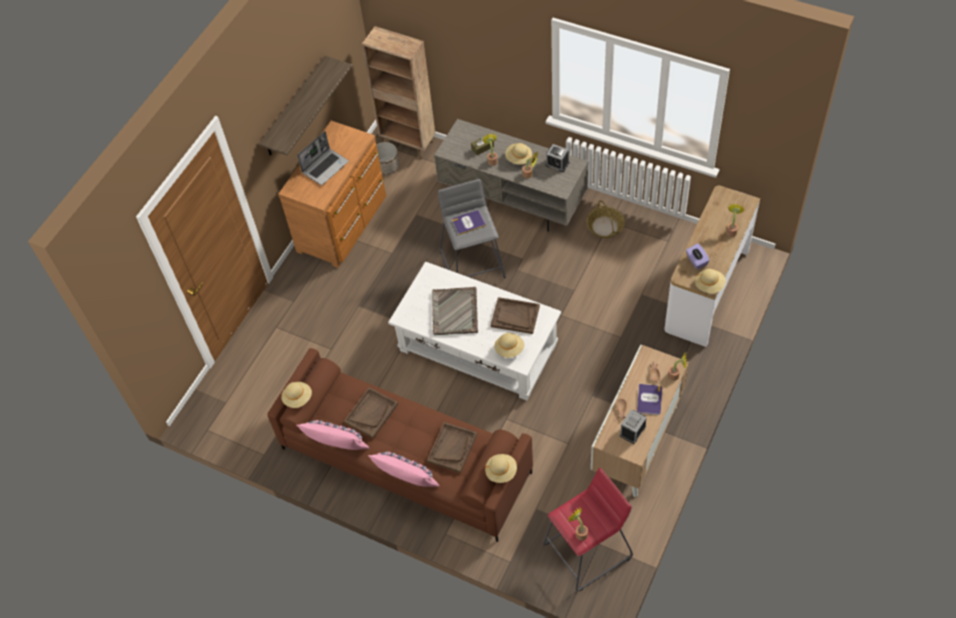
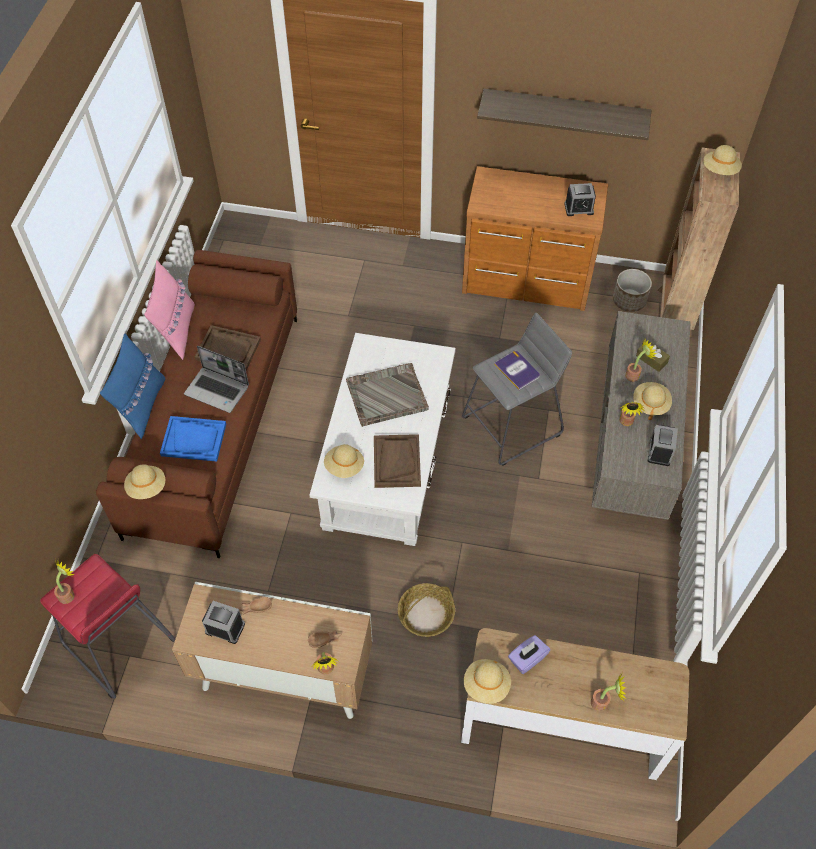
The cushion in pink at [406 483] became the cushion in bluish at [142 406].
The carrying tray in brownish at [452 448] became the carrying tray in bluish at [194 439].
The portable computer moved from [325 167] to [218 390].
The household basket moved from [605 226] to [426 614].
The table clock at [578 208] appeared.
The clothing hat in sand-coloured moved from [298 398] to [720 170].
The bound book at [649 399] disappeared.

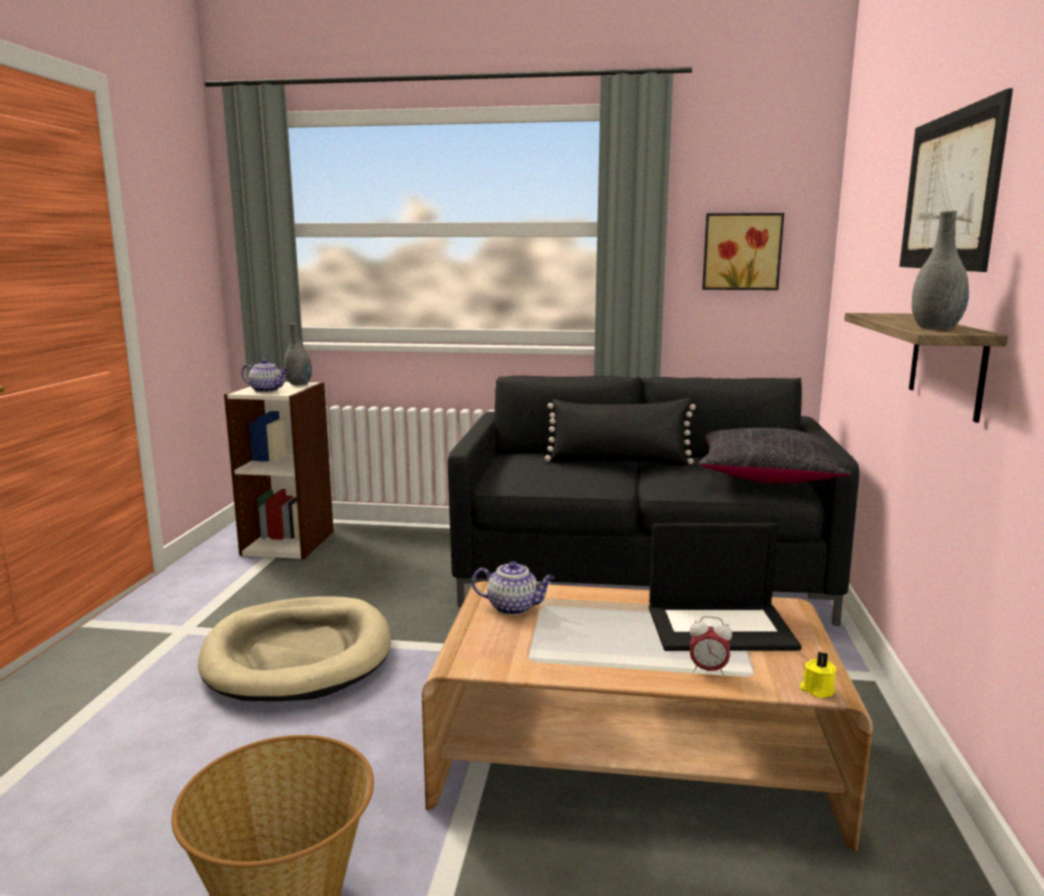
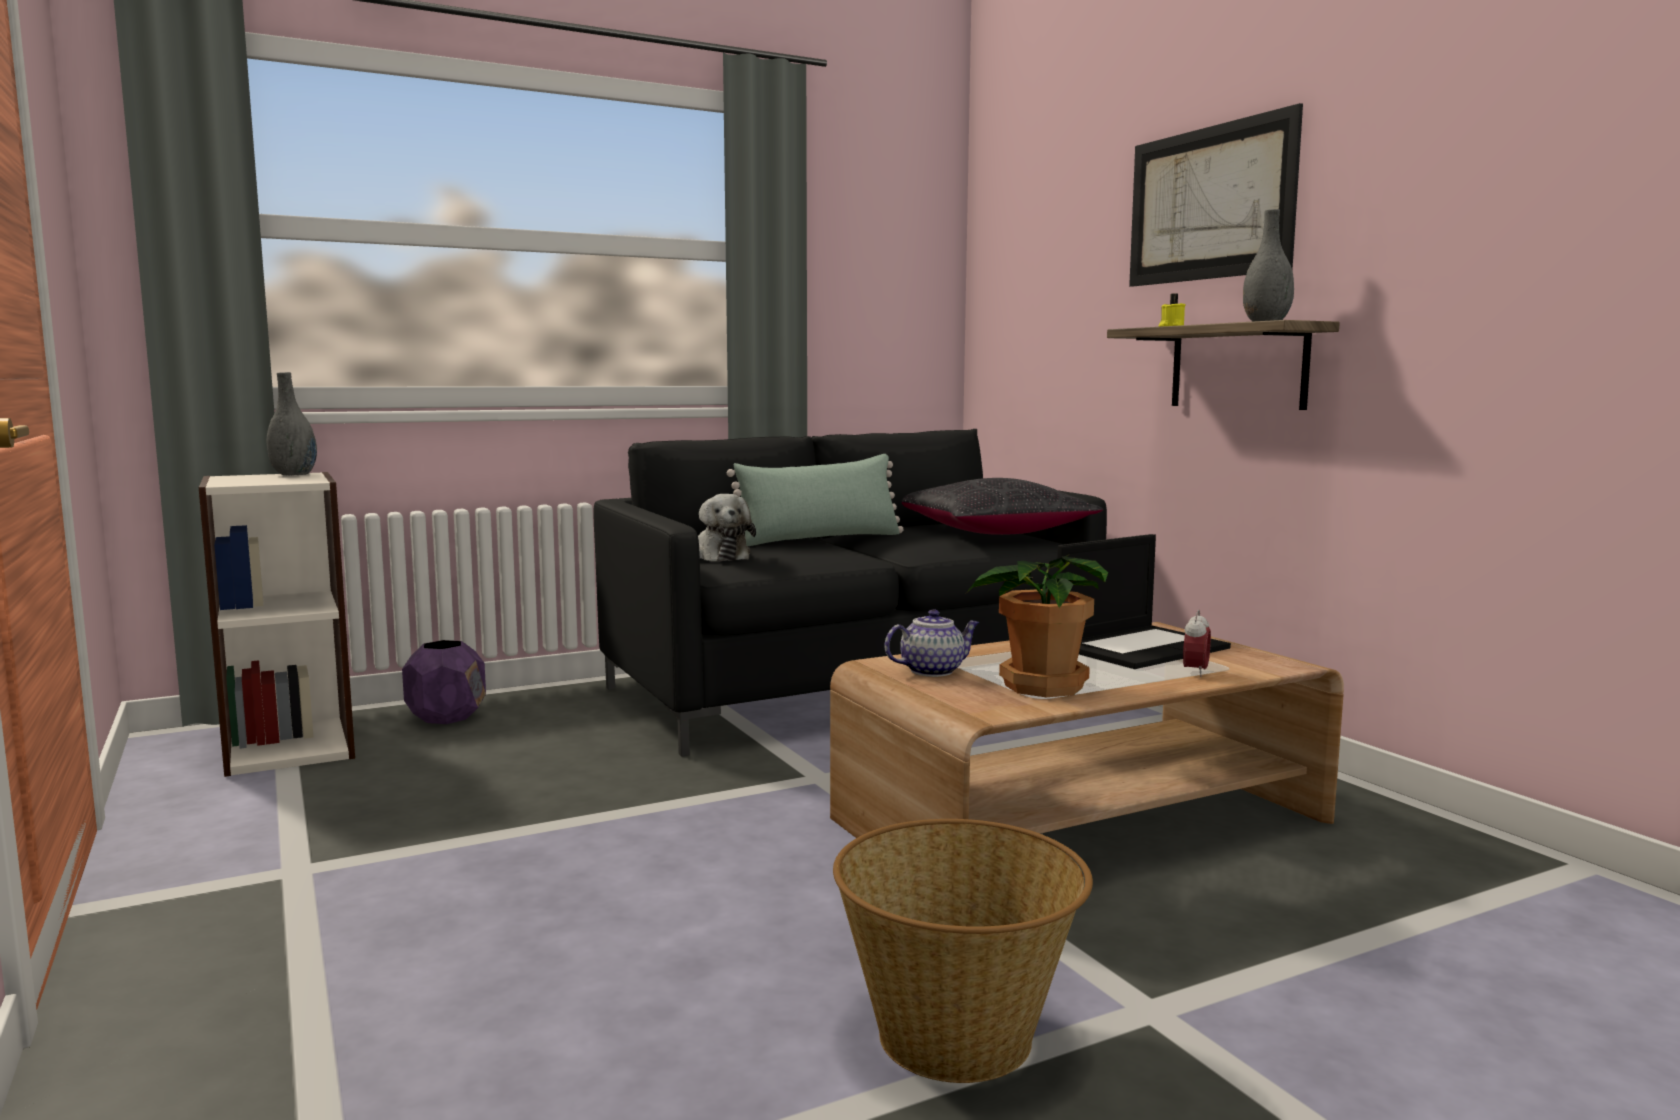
The flower pot in purplish at [447 718] appeared.
The plush toy at [720 556] appeared.
The cushion in black at [619 462] became the cushion in greenish at [820 539].
The houseplant at [1040 686] appeared.
The wax candle in yellowish moved from [816 690] to [1171 327].
The table clock at [708 670] turned 45 degrees counterclockwise.
The pet bed in sand-coloured at [298 655] disappeared.
The tea pot at [267 390] disappeared.
The picture at [741 251] disappeared.

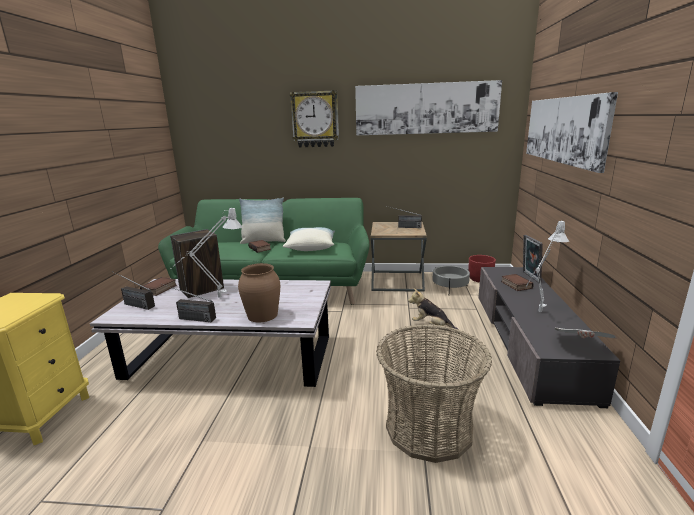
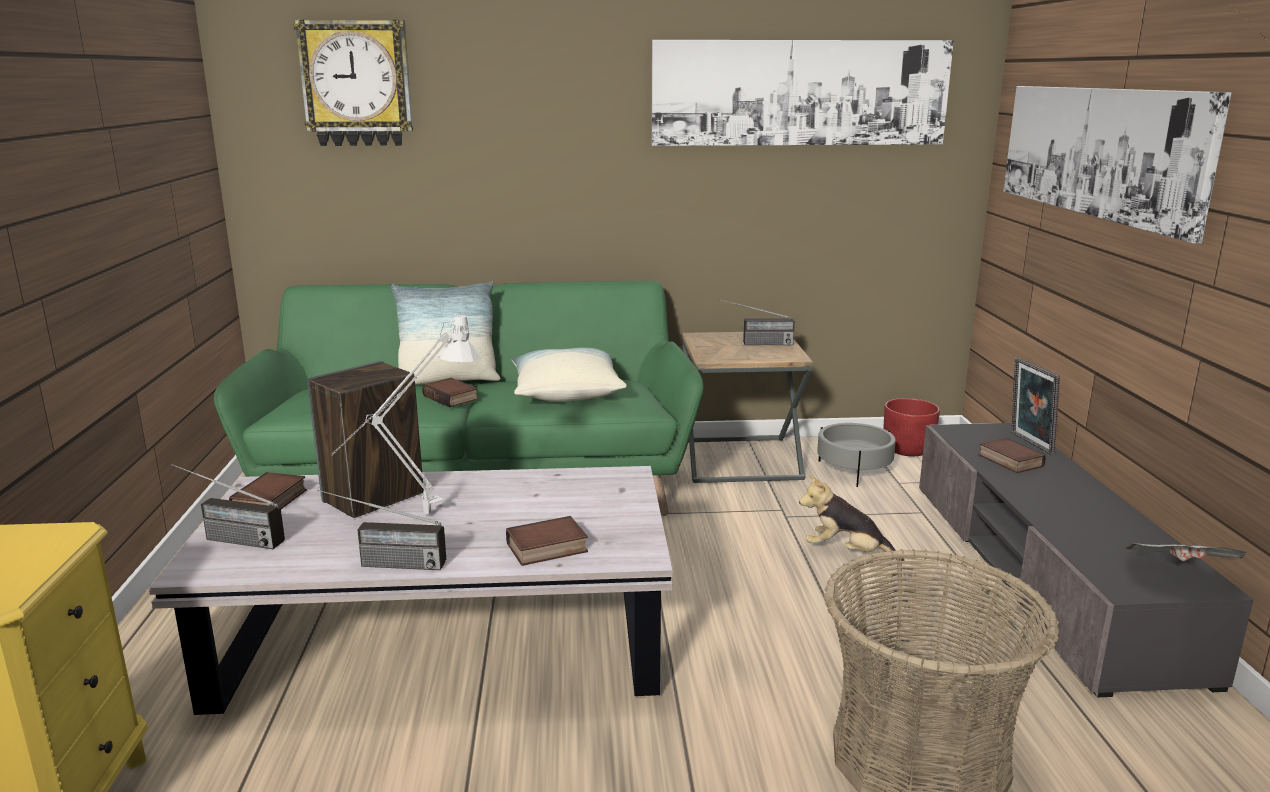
The clock on the wall moved from [315 119] to [357 84].
The vase in brownish at [262 315] was replaced by the bound book at [546 549].
The table lamp in gray at [538 314] disappeared.

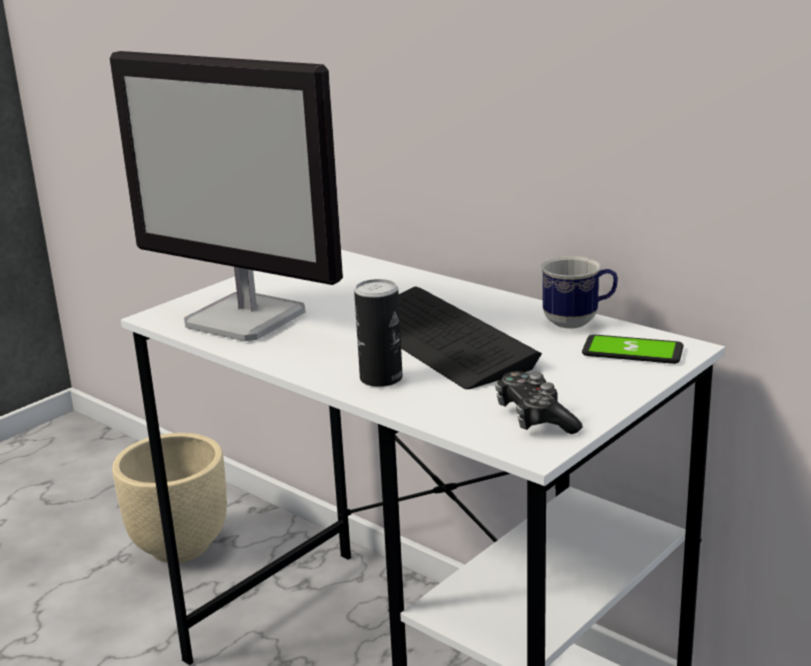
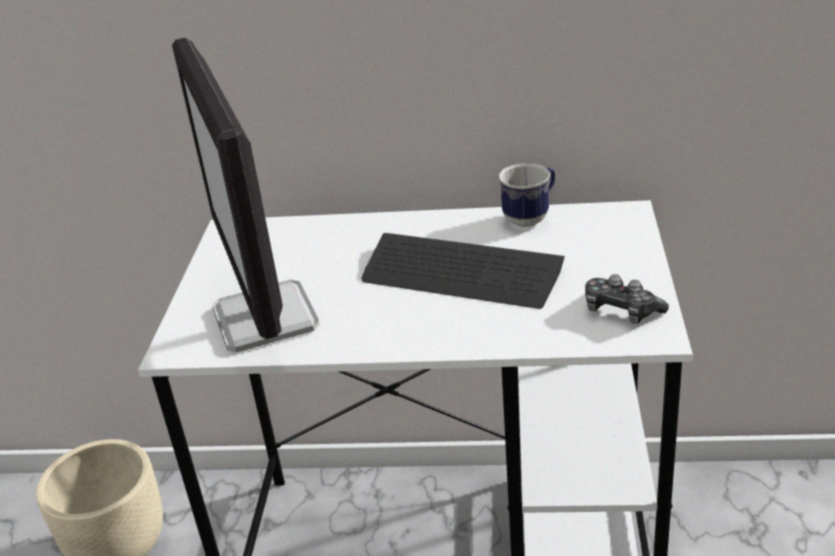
The monitor at [248 319] turned 75 degrees clockwise.
The can at [381 378] disappeared.
The handset at [632 351] disappeared.

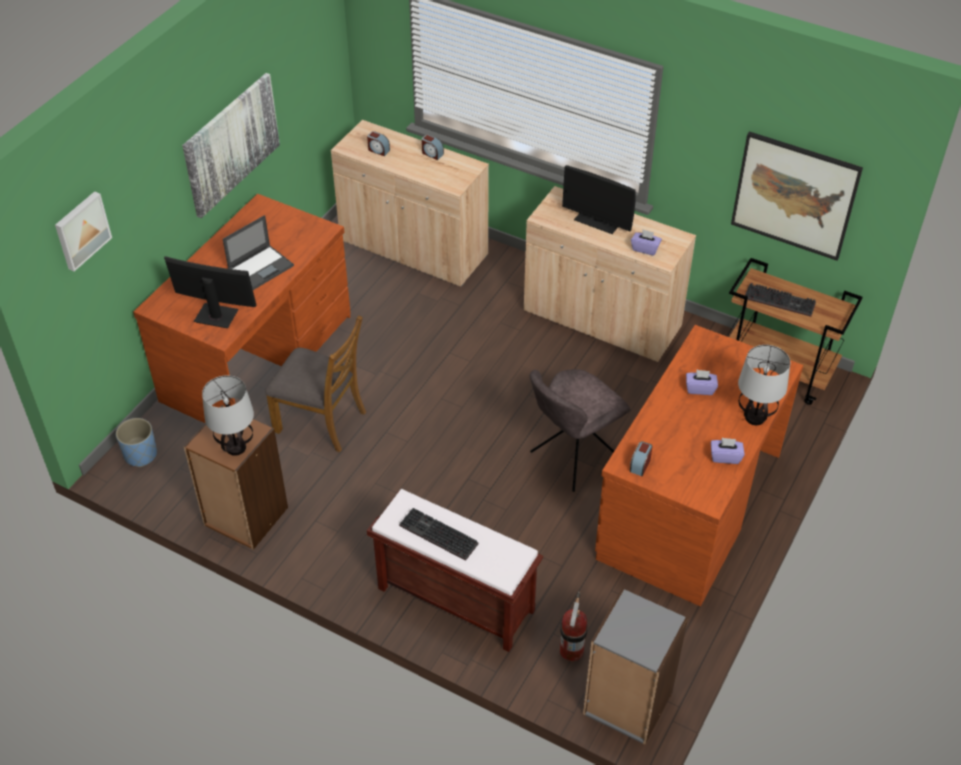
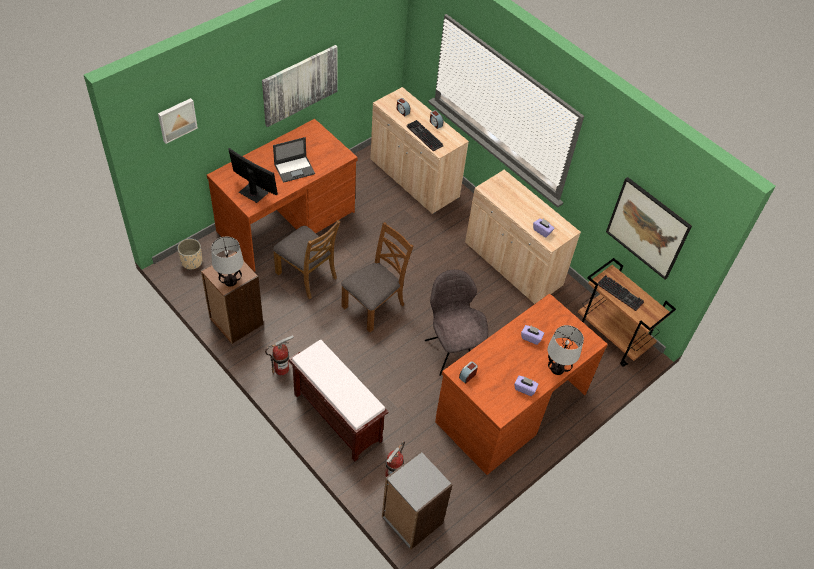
The flower pot in bluish at [140 455] became the flower pot in sand-coloured at [191 262].
The fire-fighting cylinder at [281 369] appeared.
The upright chair in brownish at [374 305] appeared.
The keyboard moved from [436 535] to [423 136].
The upright chair in gray at [573 457] turned 90 degrees clockwise.
The monitor at [597 221] disappeared.

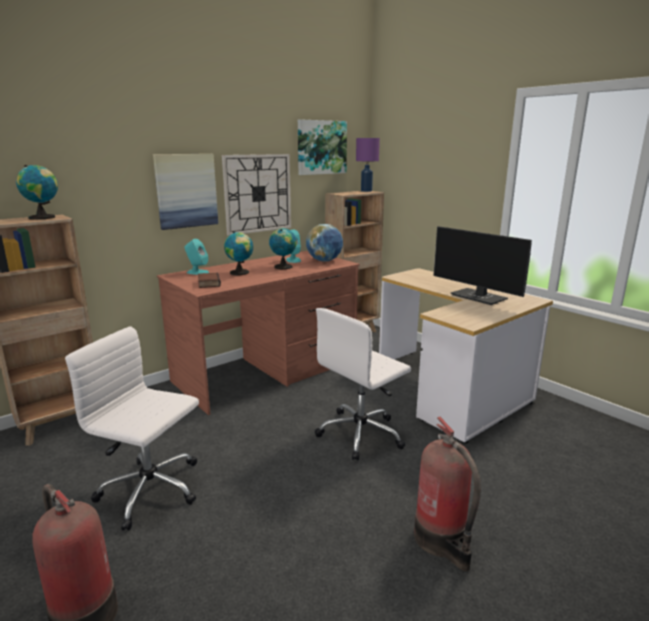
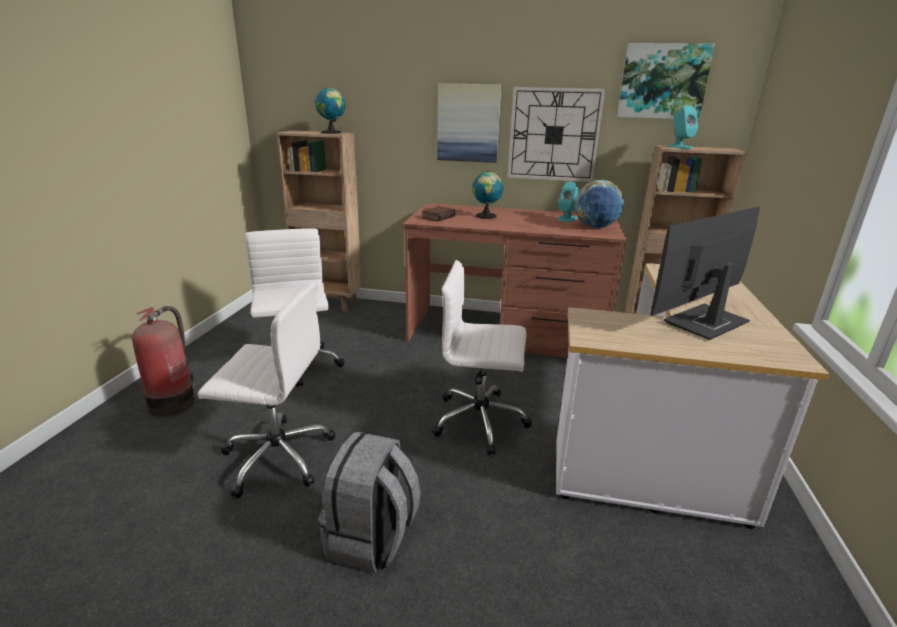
The desk chair in white at [276 456] appeared.
The fire-fighting cylinder at [442 540] was replaced by the backpack in gray at [372 539].
The monitor at [479 297] turned 45 degrees clockwise.
The speaker in blue-green moved from [197 272] to [679 147].
The desk globe at [283 266] disappeared.
The table lamp in purplish at [366 191] disappeared.

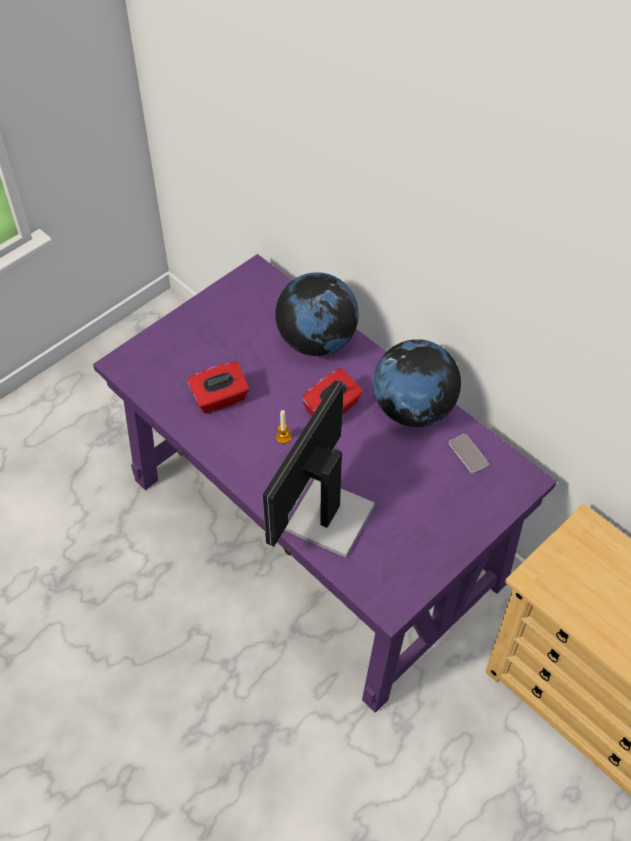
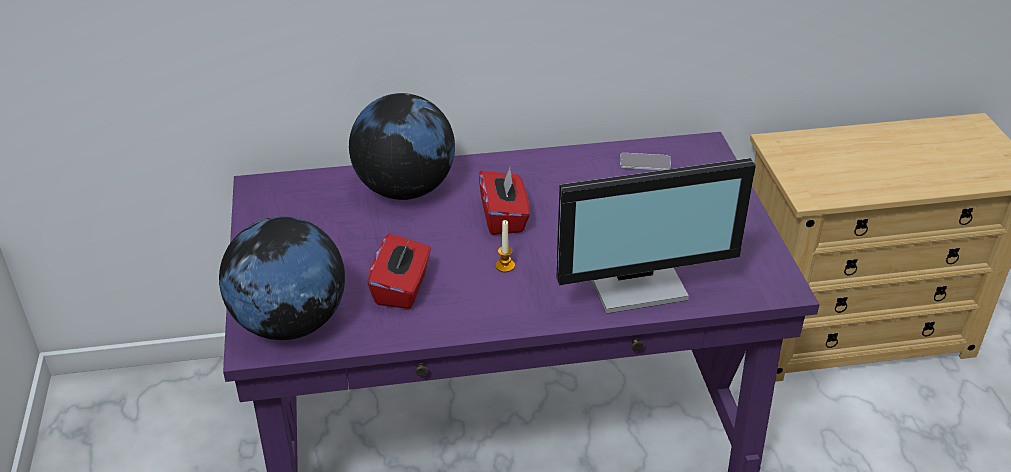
The desk globe moved from [413 409] to [290 323].
The monitor at [325 517] turned 75 degrees counterclockwise.

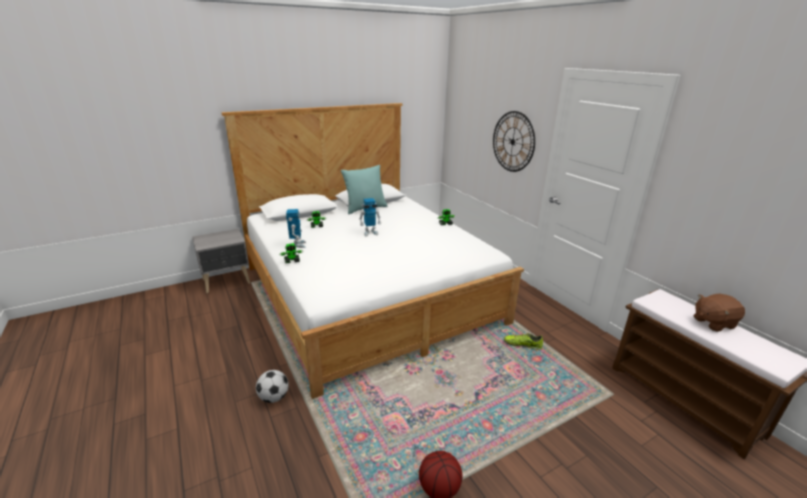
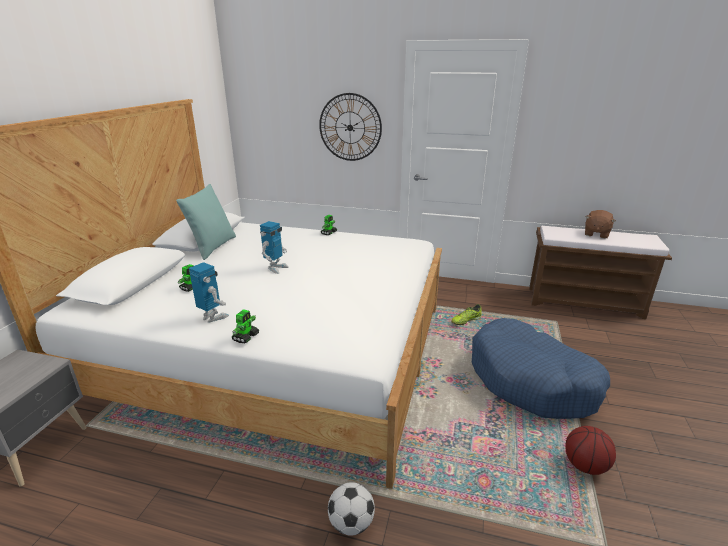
The pet bed in bluish at [532 381] appeared.

